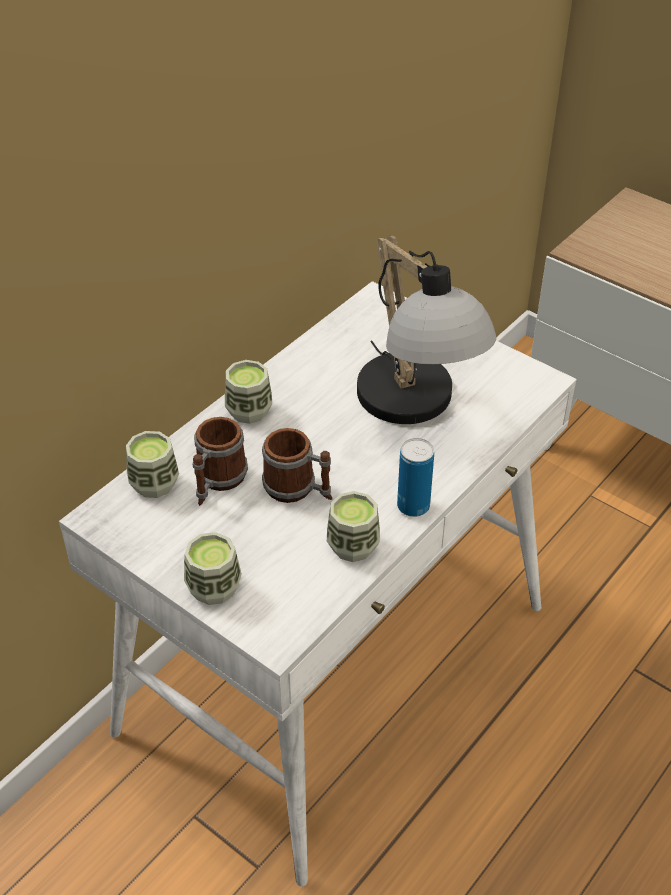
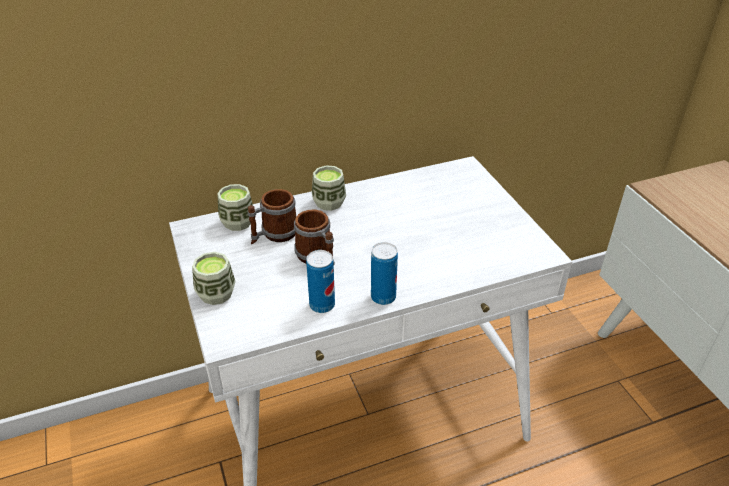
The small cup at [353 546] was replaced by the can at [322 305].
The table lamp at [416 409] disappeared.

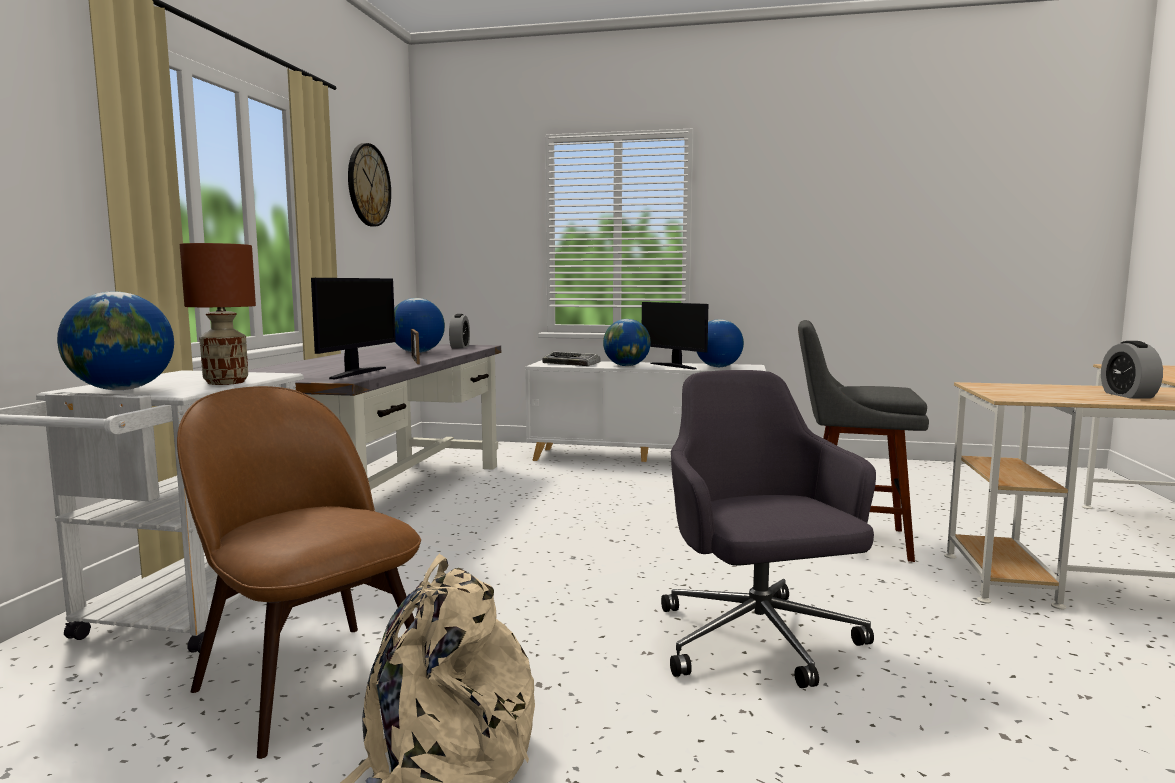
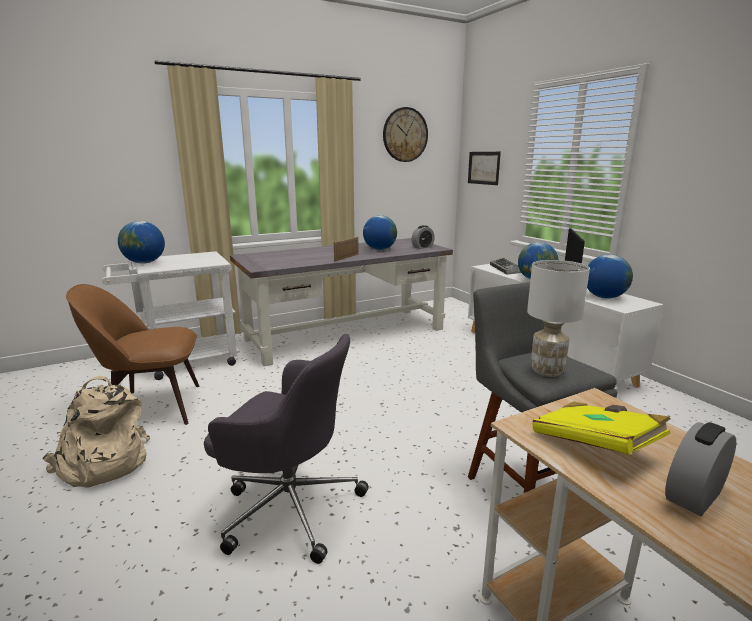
The upright chair in brownish at [309 679] turned 105 degrees counterclockwise.
The desk chair in gray at [758 641] turned 75 degrees clockwise.
The picture at [483 168] appeared.
The table lamp in white at [546 371] appeared.
The bound book in yellowish at [595 445] appeared.
The table lamp in brownish at [225 382] disappeared.
The monitor at [356 373] disappeared.

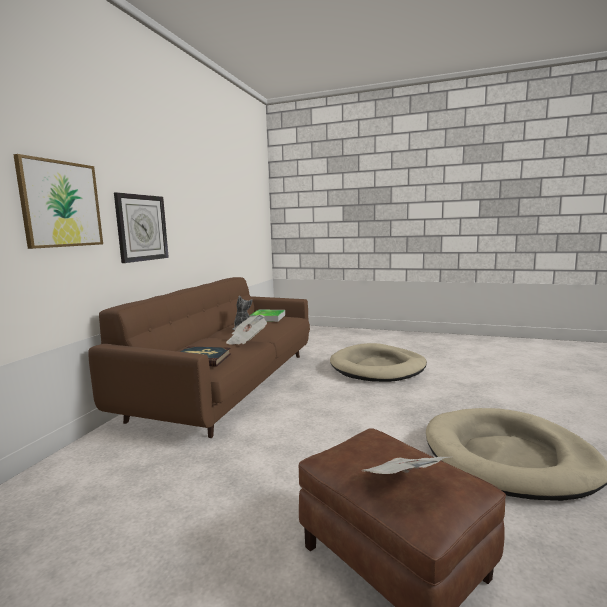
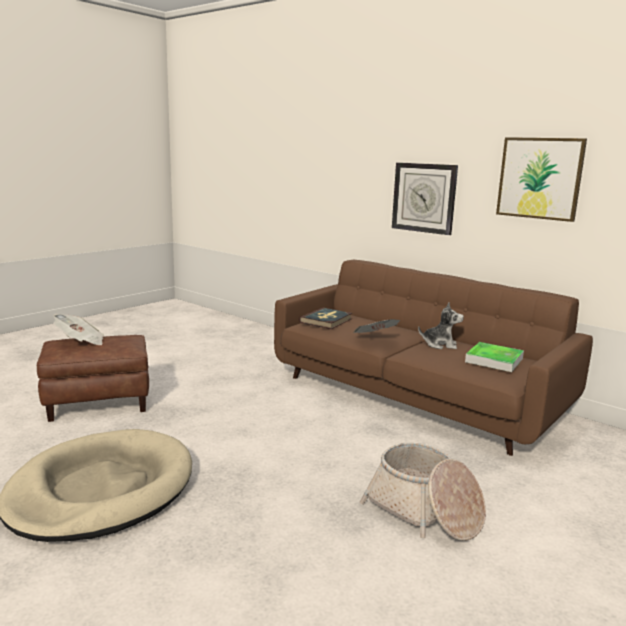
The pet bed in sand-coloured at [378 367] was replaced by the household basket at [424 511].
The picture moved from [61 204] to [539 178].

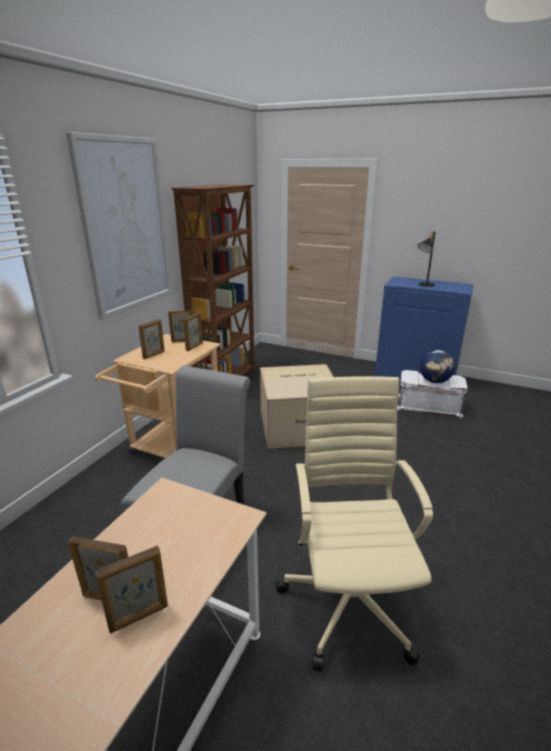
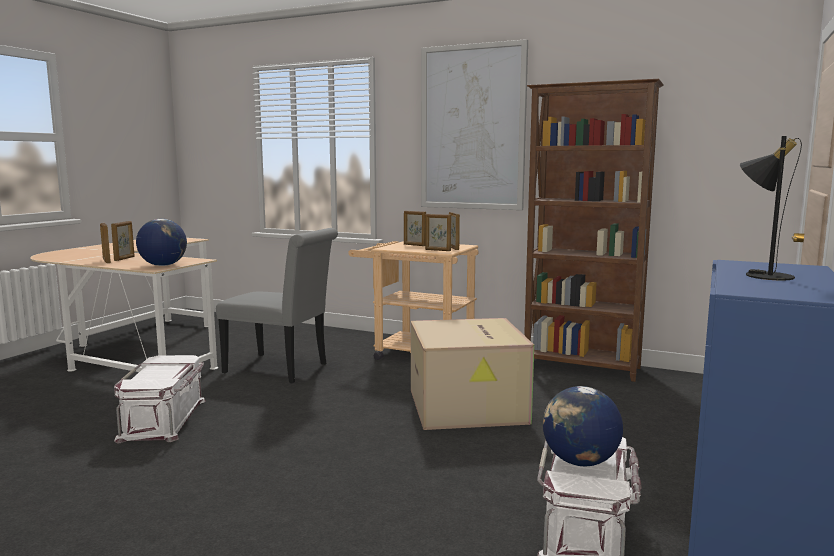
The desk chair in sand-coloured at [350 599] was replaced by the storage box in white at [165 419].
The desk globe at [163 265] appeared.

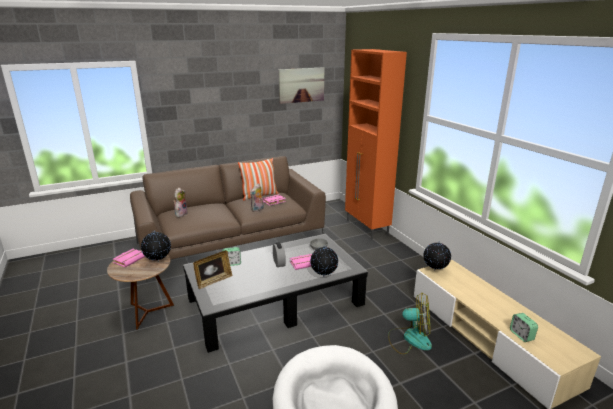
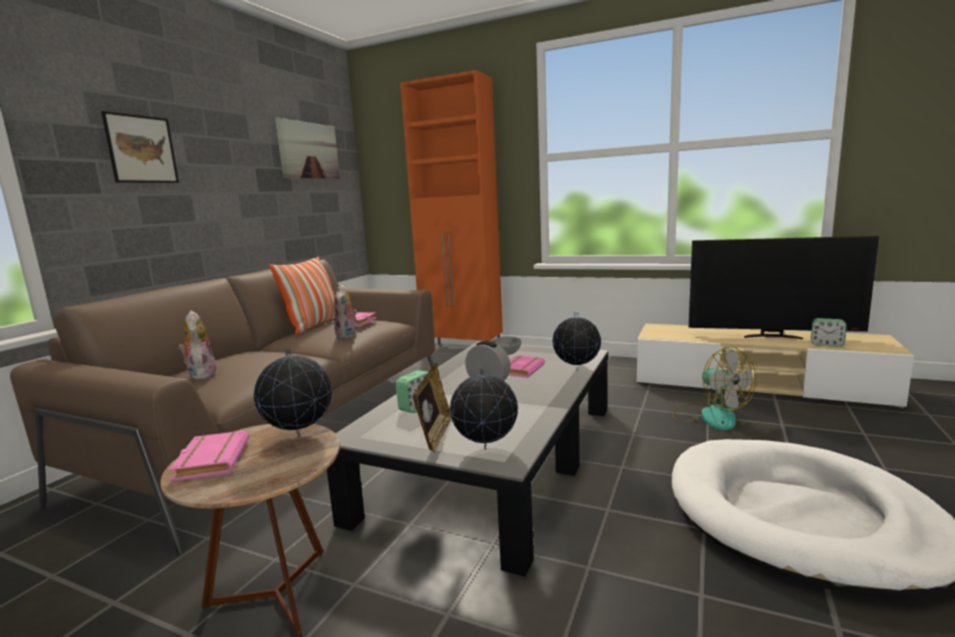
The picture at [141 149] appeared.
The desk globe moved from [435 270] to [486 448].
The electric fan at [410 338] turned 90 degrees clockwise.
The TV at [772 336] appeared.

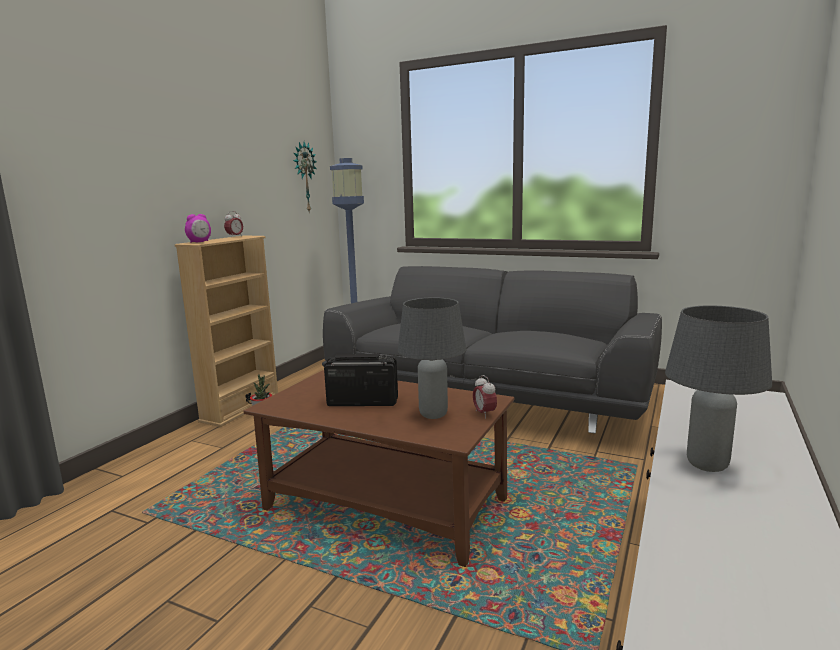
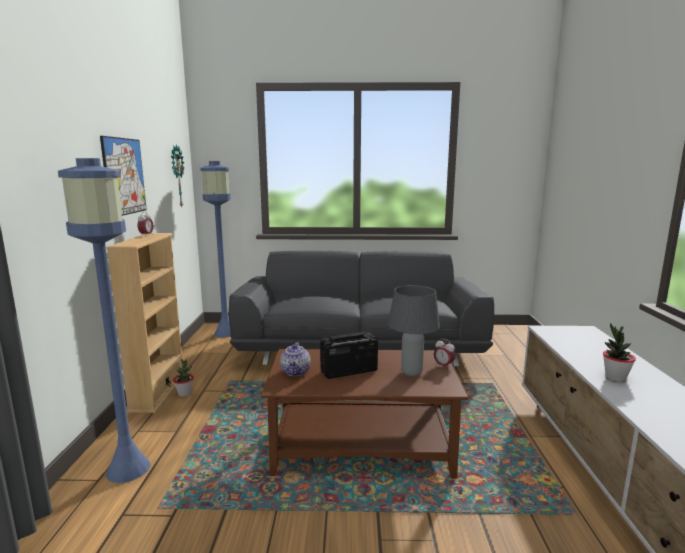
The standing lamp in bluish at [127 469] appeared.
The picture at [124 176] appeared.
The tea pot at [296 372] appeared.
The table lamp in gray at [707 464] was replaced by the houseplant at [615 378].
The table clock at [199 242] disappeared.

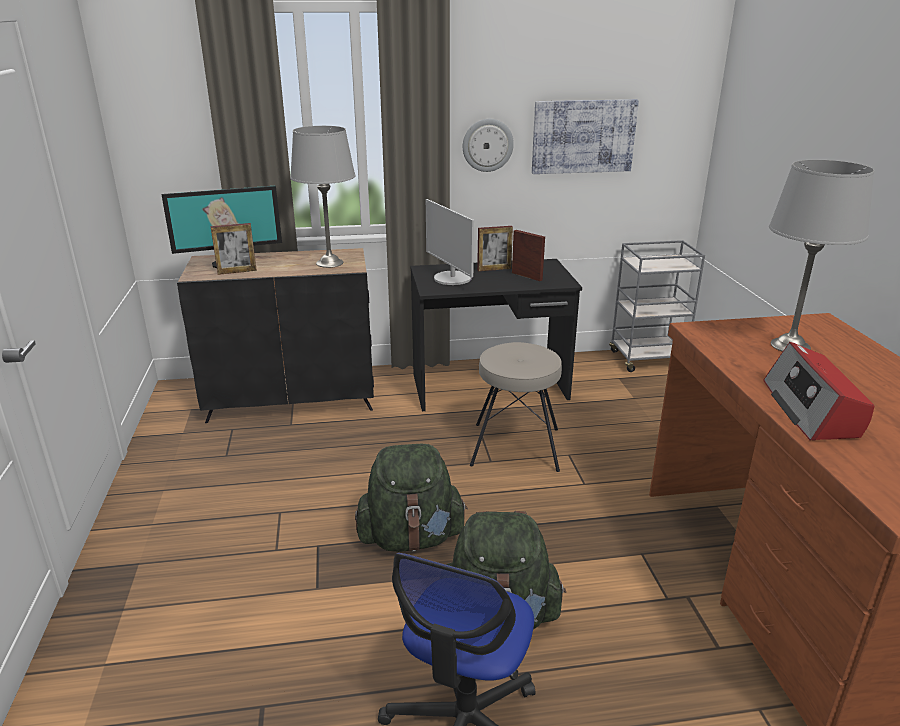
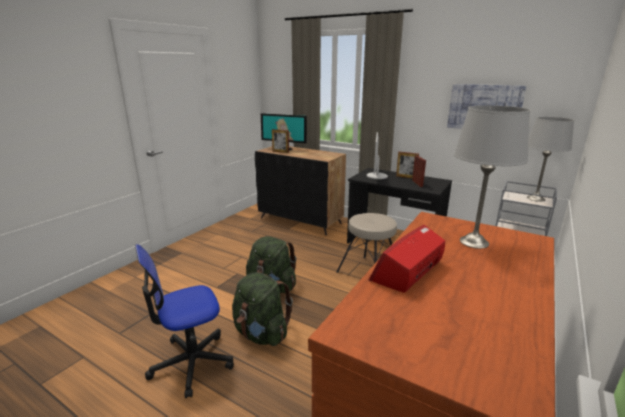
The table lamp in gray moved from [330 263] to [536 198].
The clock on the wall at [487 145] disappeared.

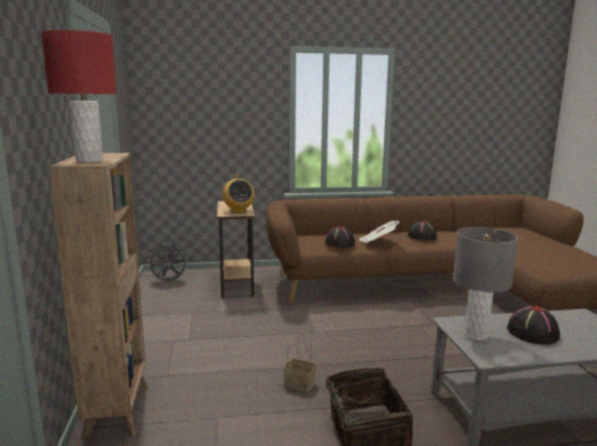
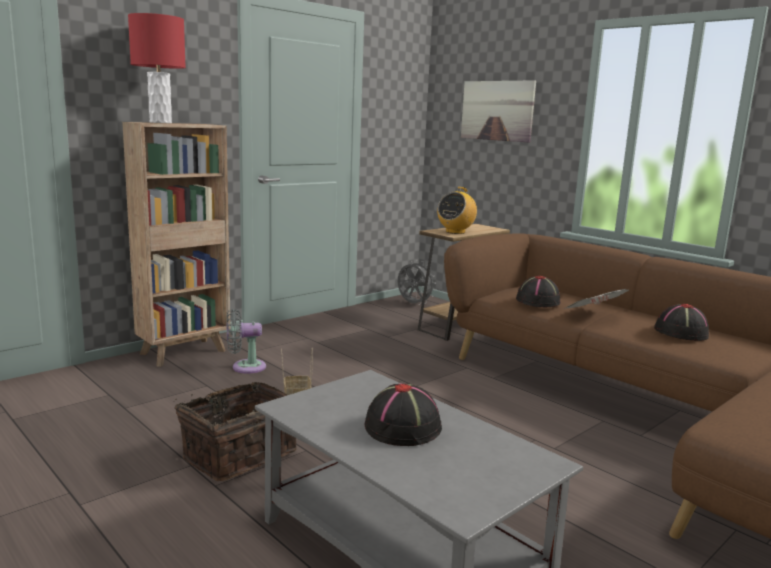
The electric fan in gray at [245 367] appeared.
The picture at [497 110] appeared.
The table lamp in gray at [476 335] disappeared.

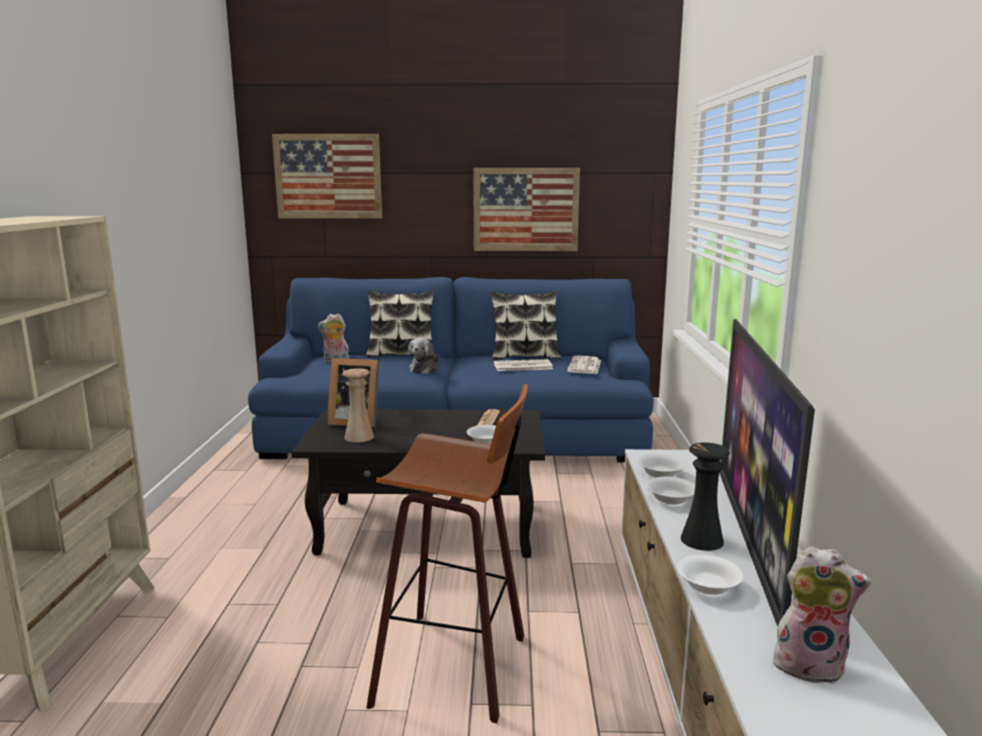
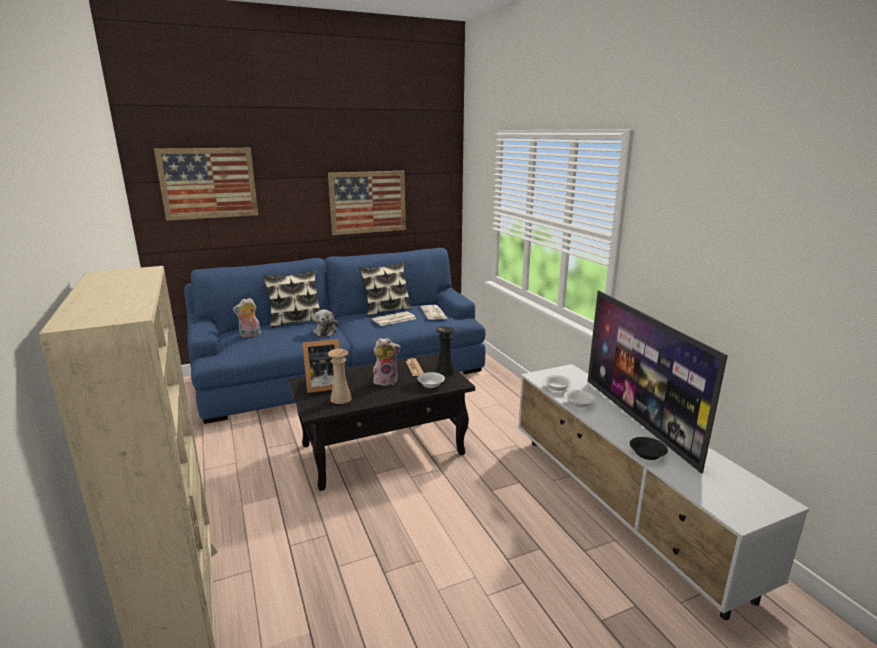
The plush toy moved from [810 664] to [386 381].
The vase in black moved from [701 540] to [445 371].
The bowl in white at [707 586] became the bowl in black at [646 455].
The sitting stool at [457 666] disappeared.

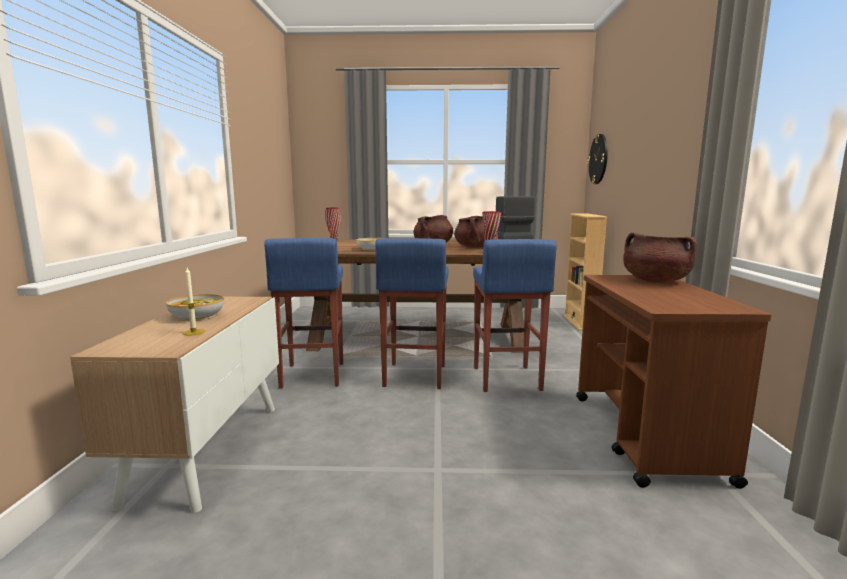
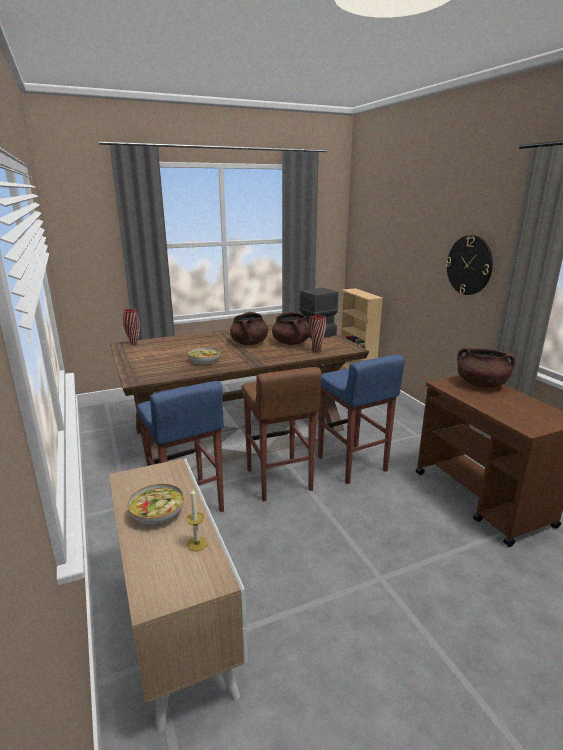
The sitting stool in bluish at [414 376] became the sitting stool in brownish at [278 480].
The clock on the wall moved from [598 159] to [469 265].

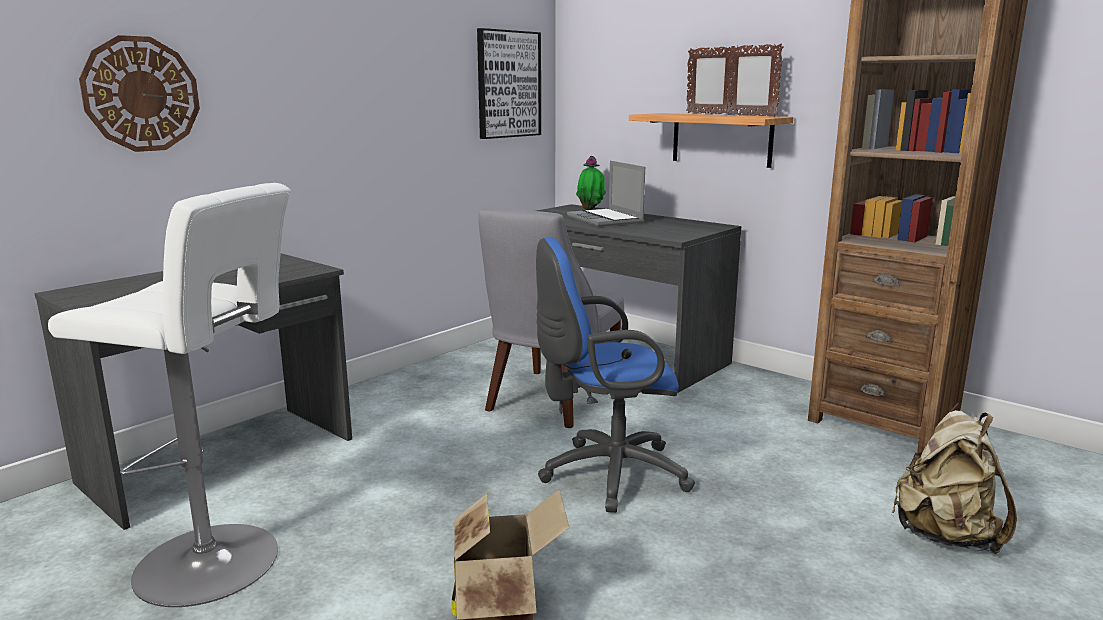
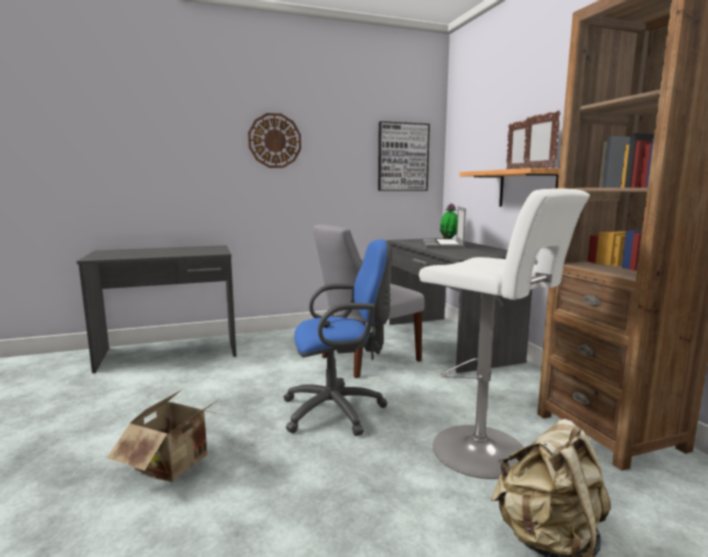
The clock on the wall moved from [141 94] to [275 141].
The desk chair in bluish at [606 474] turned 150 degrees clockwise.
The sitting stool in white moved from [216 564] to [486 452].

